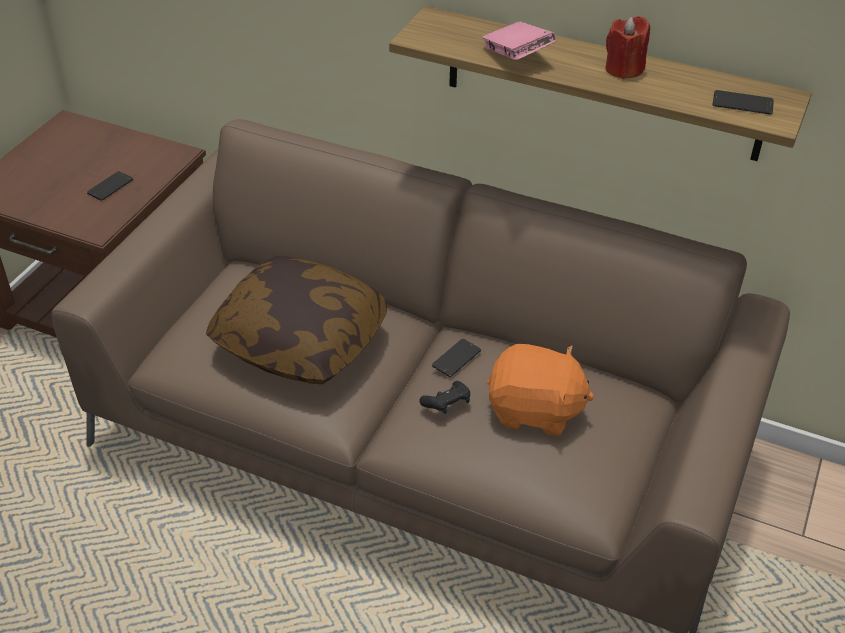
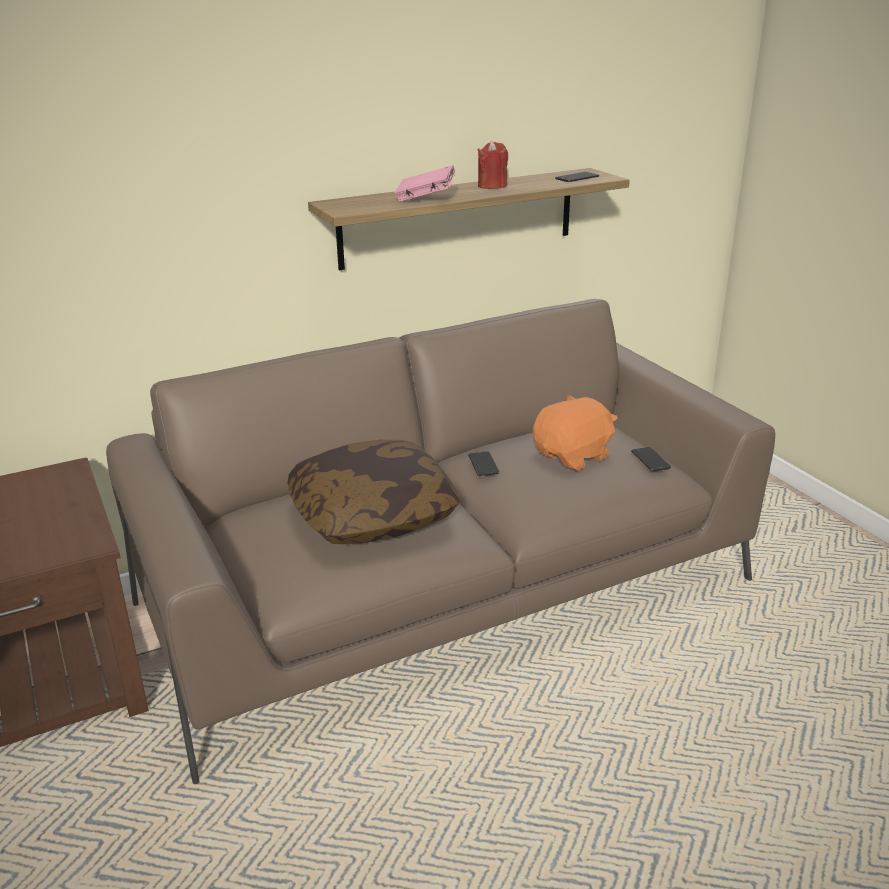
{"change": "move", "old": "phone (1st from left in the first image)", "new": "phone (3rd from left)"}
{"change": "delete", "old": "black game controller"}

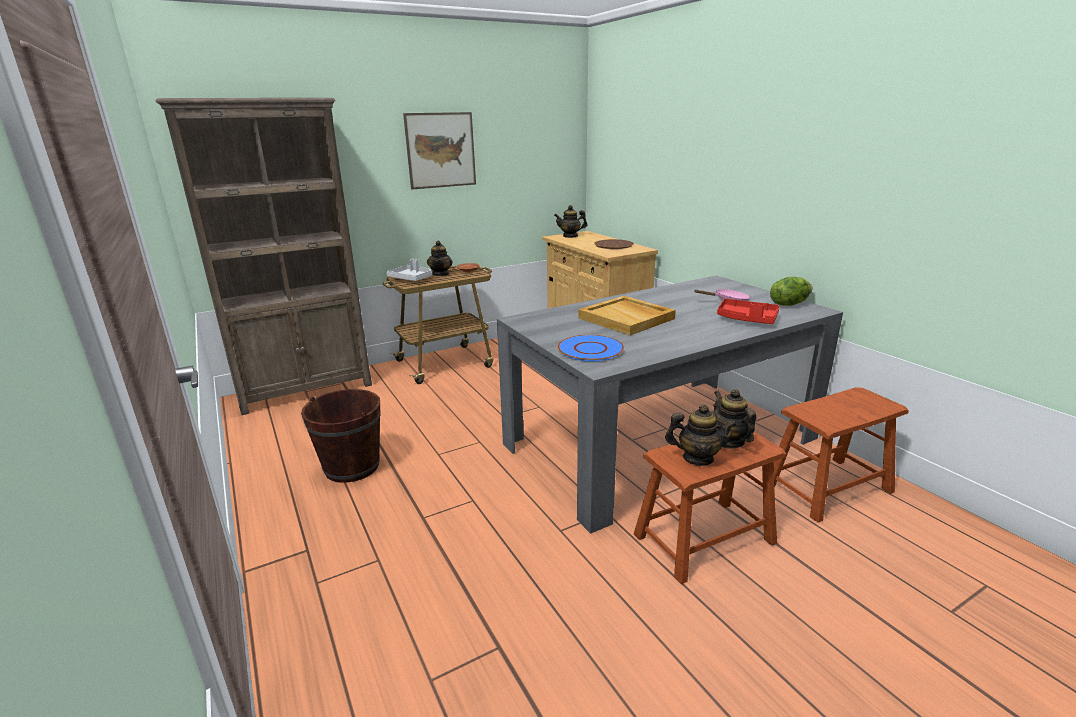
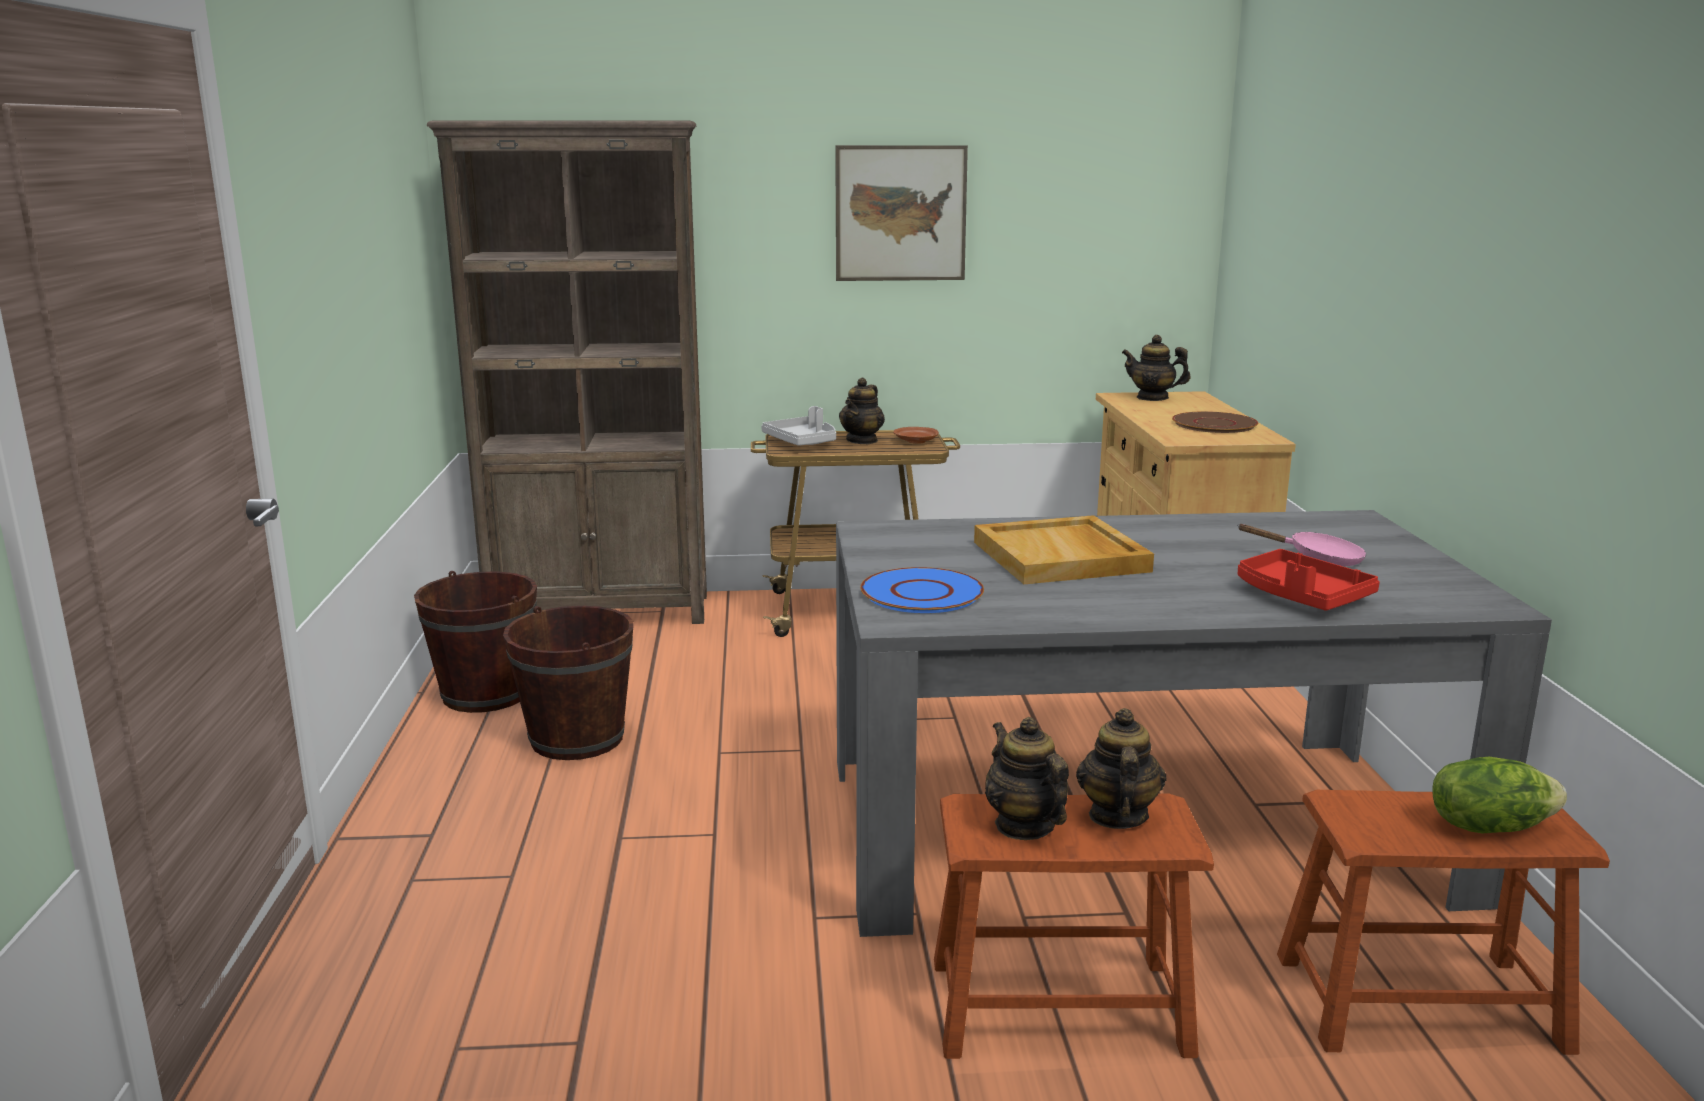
{"change": "rotate", "old": "teapot (3rd from left in the first image)", "degrees": -150}
{"change": "move", "old": "lettuce"}
{"change": "insert", "new": "brown bucket (1st from left)"}

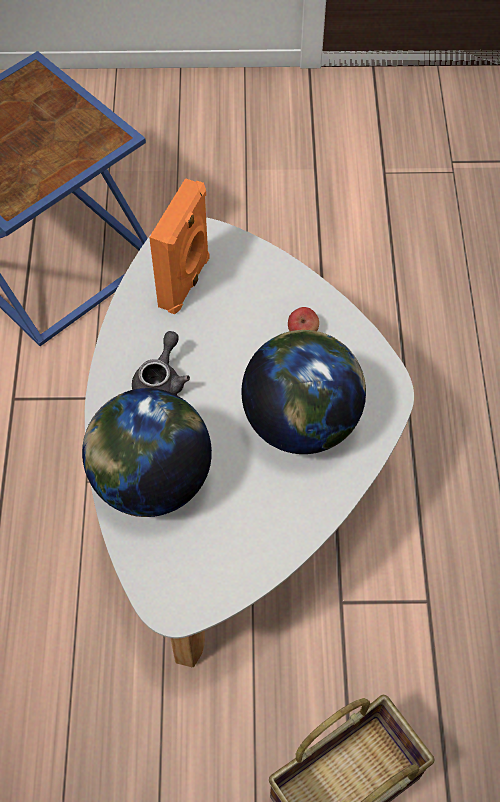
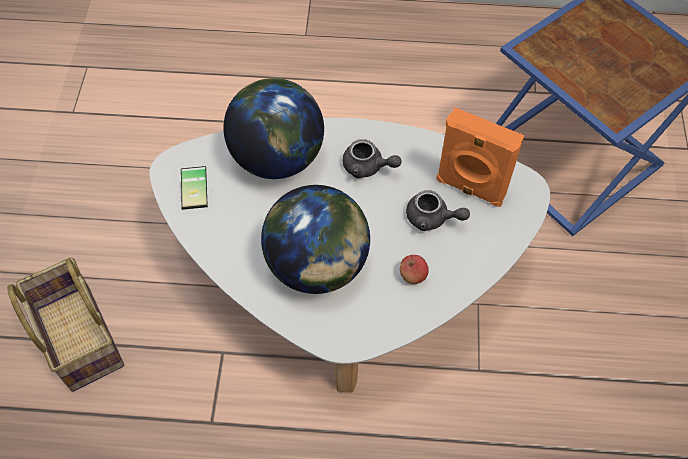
{"change": "insert", "new": "phone"}
{"change": "insert", "new": "grey teapot (2nd from left)"}

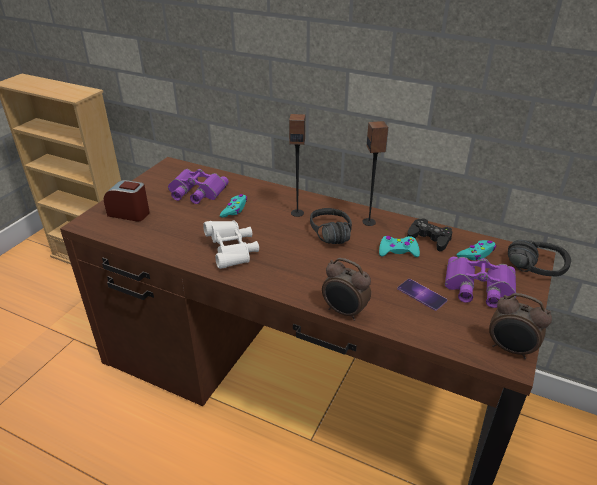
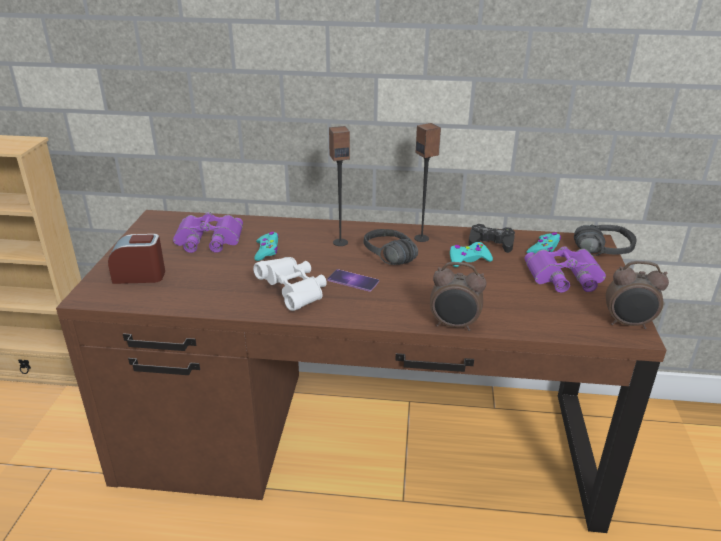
{"change": "move", "old": "phone"}

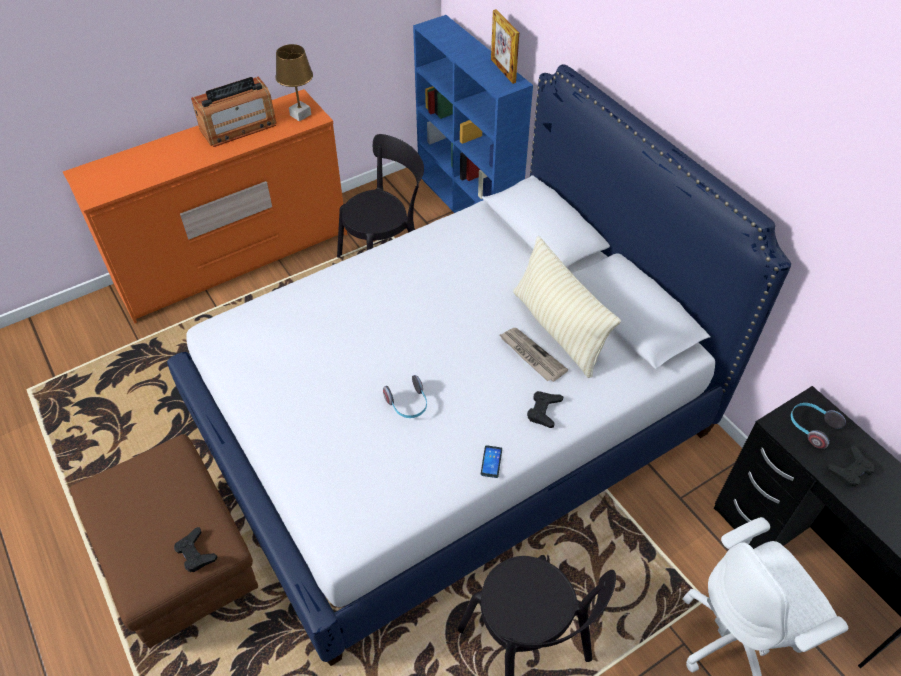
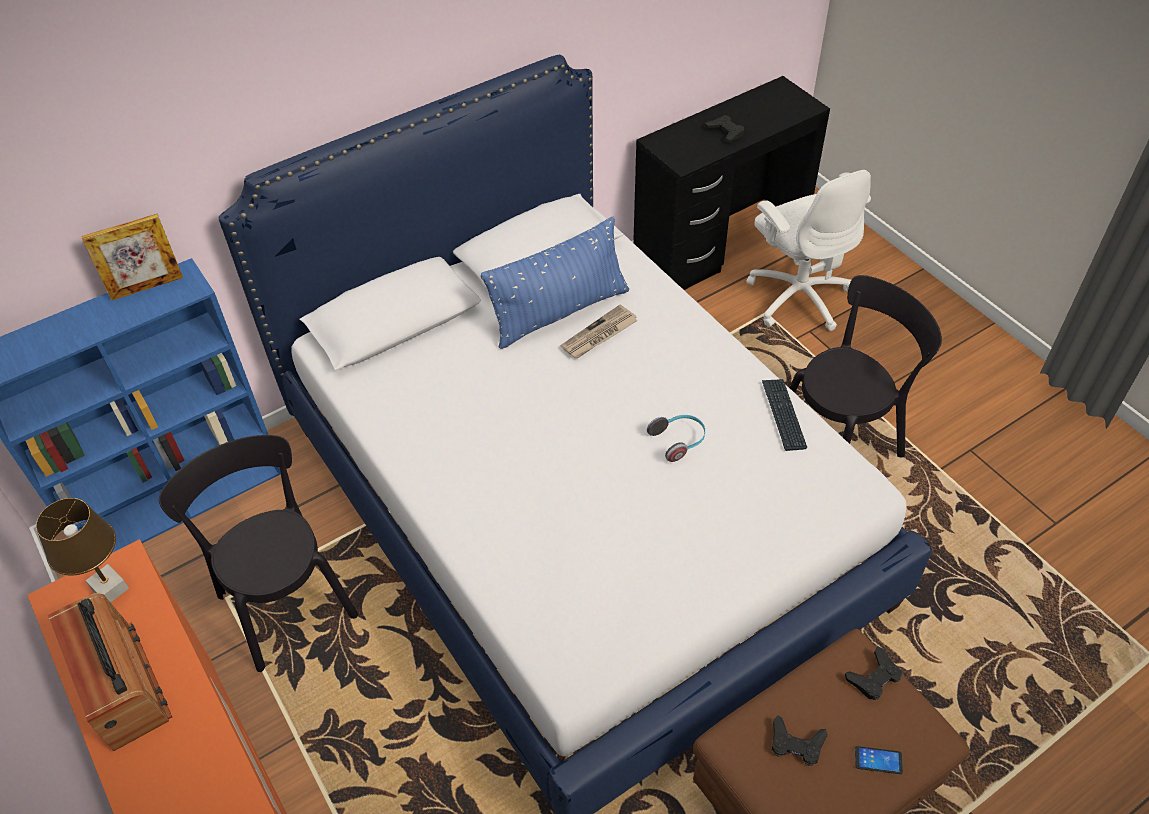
{"change": "move", "old": "phone"}
{"change": "recolor", "old": "beige pillow", "new": "blue pillow"}
{"change": "move", "old": "black game controller (2nd from left)"}
{"change": "delete", "old": "headphones (2nd from left)"}
{"change": "insert", "new": "keyboard"}

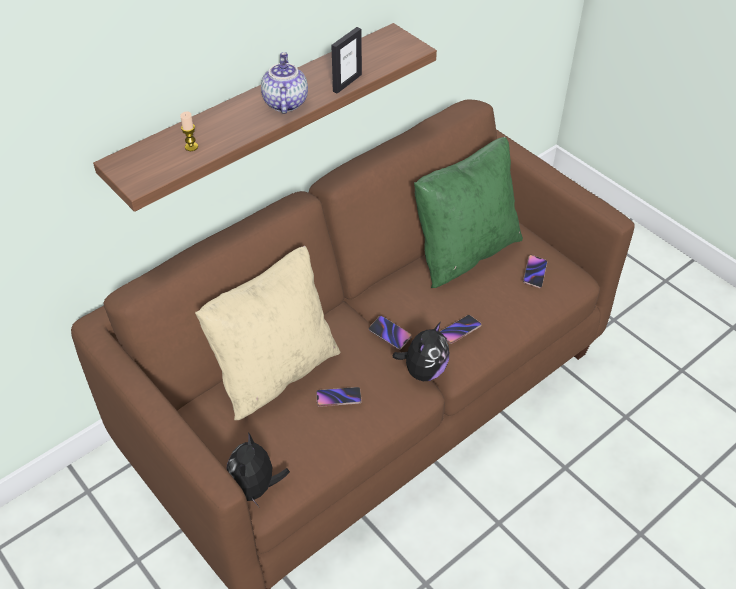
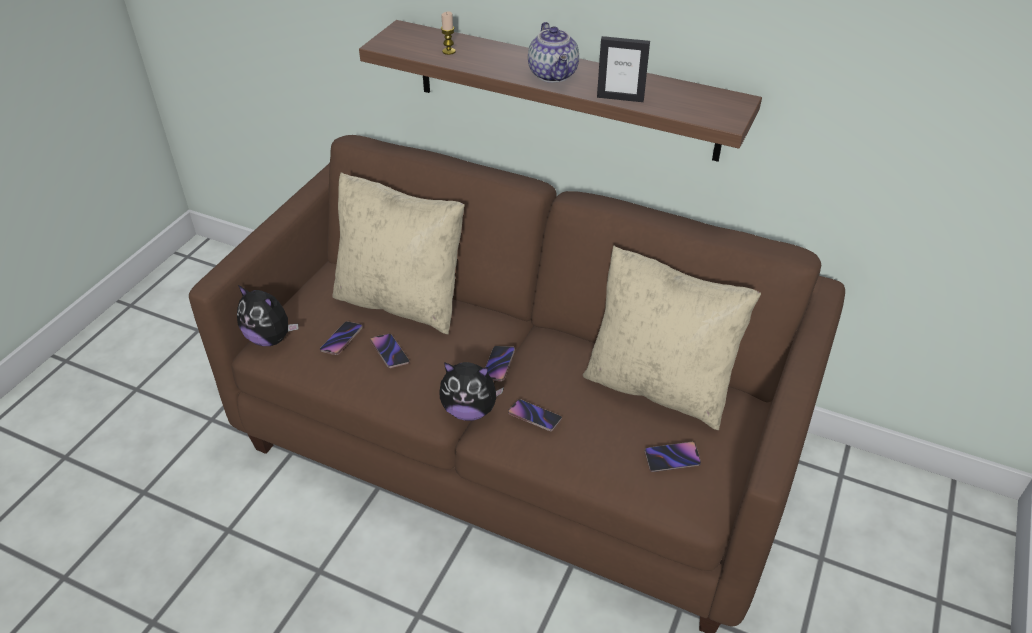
{"change": "rotate", "old": "plush toy (1st from left)", "degrees": -135}
{"change": "rotate", "old": "teapot", "degrees": 105}
{"change": "recolor", "old": "green pillow", "new": "beige pillow (2nd from left)"}
{"change": "insert", "new": "phone (1st from left)"}

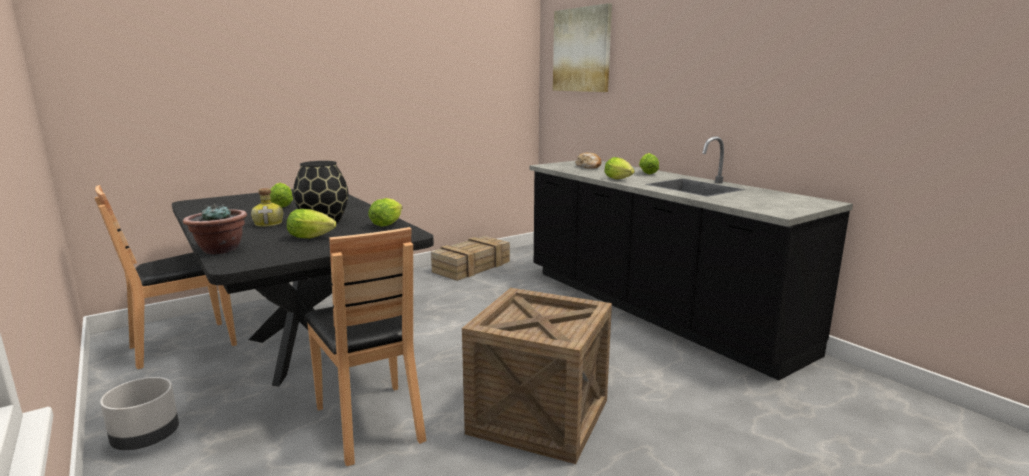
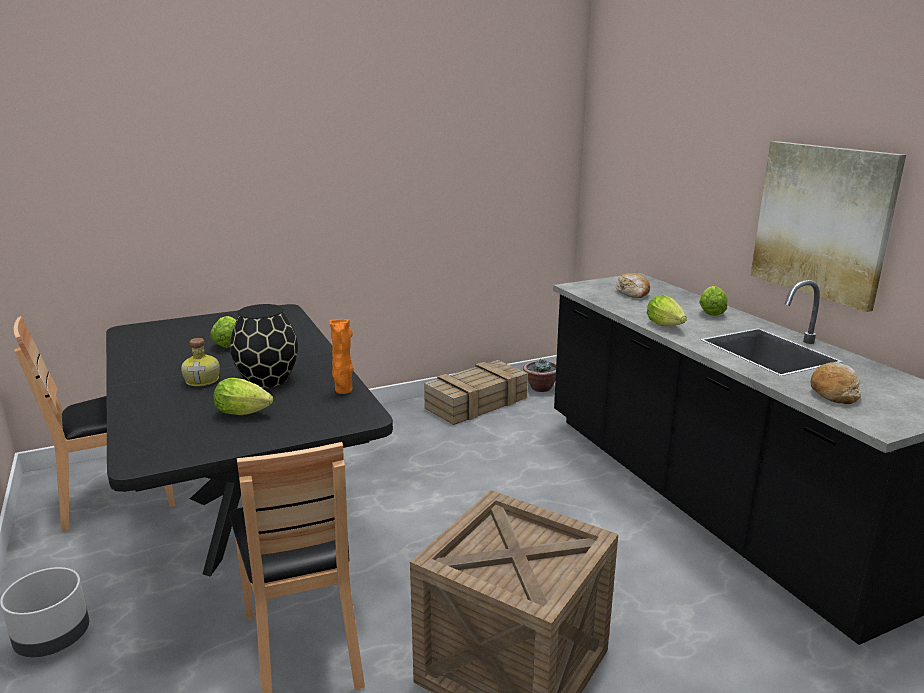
{"change": "move", "old": "potted plant"}
{"change": "replace", "old": "lettuce (3rd from left)", "new": "orange vase"}
{"change": "move", "old": "picture"}
{"change": "insert", "new": "bread (2nd from left)"}

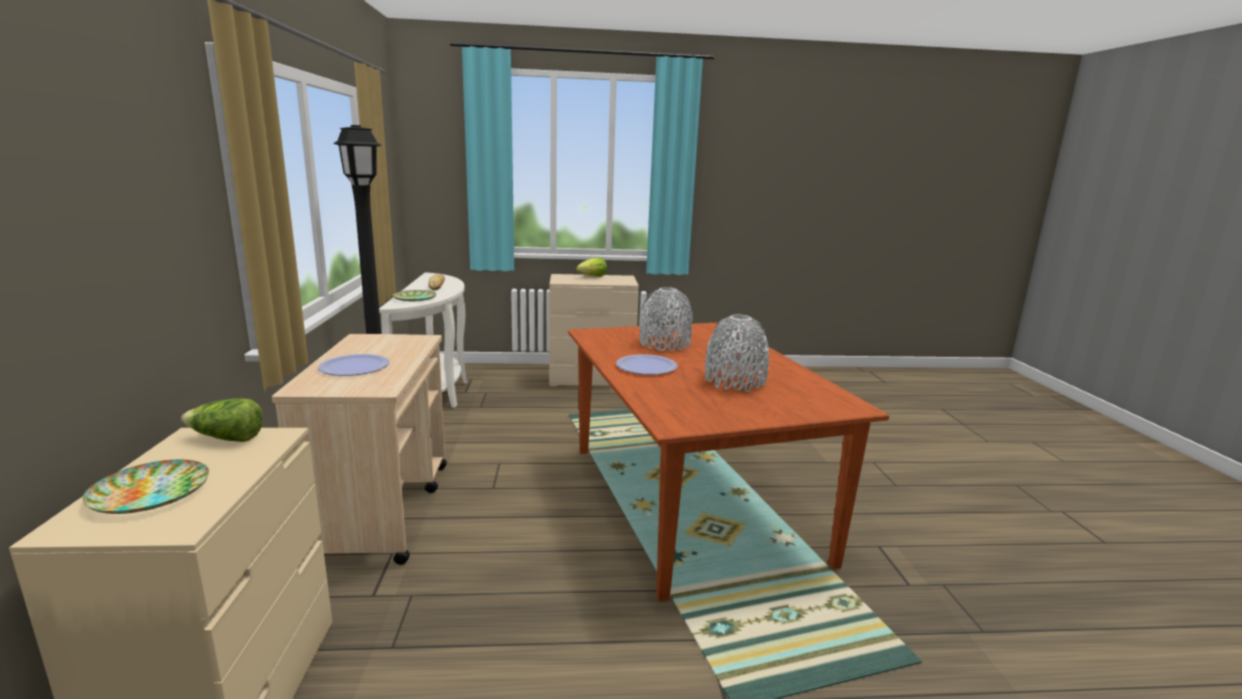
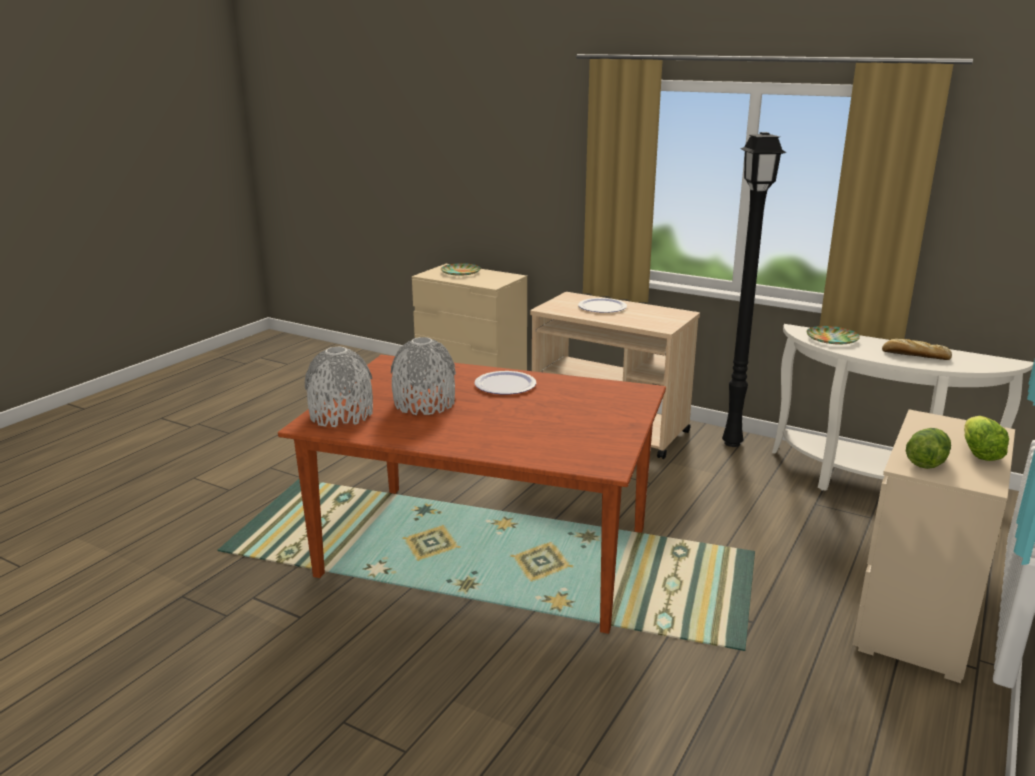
{"change": "move", "old": "lettuce (1st from left)"}
{"change": "move", "old": "grey vase (1st from left)"}

